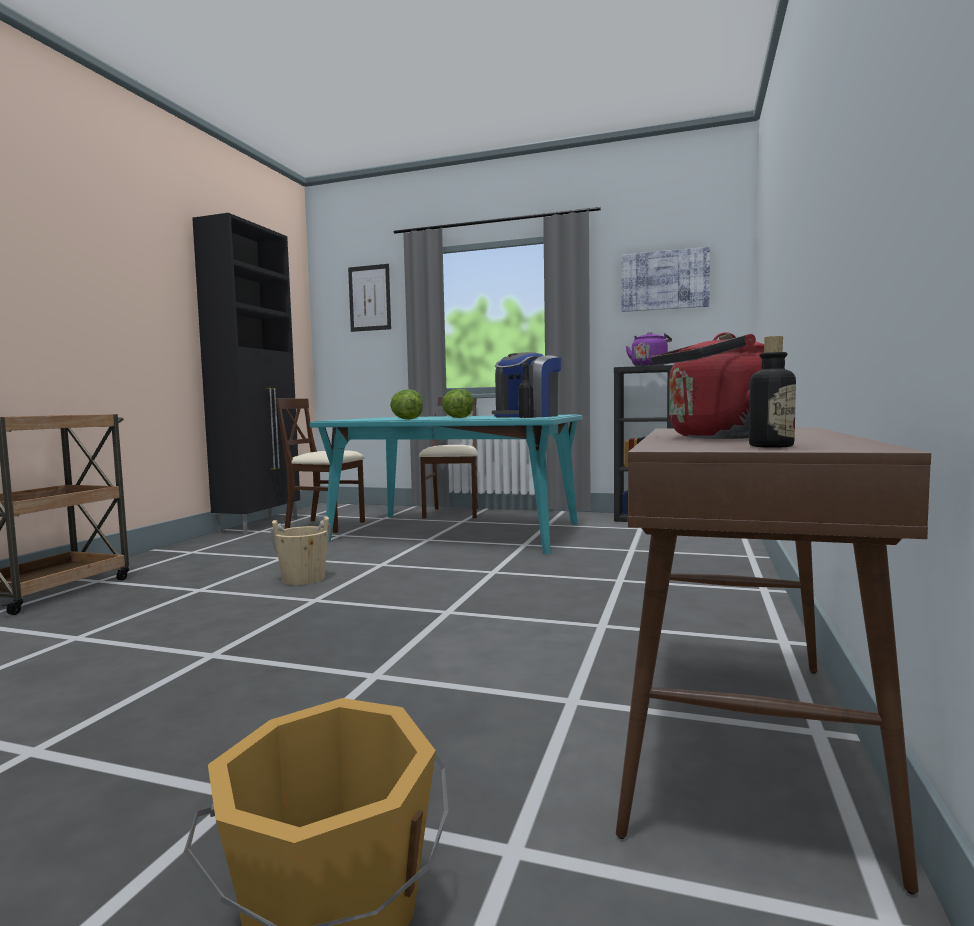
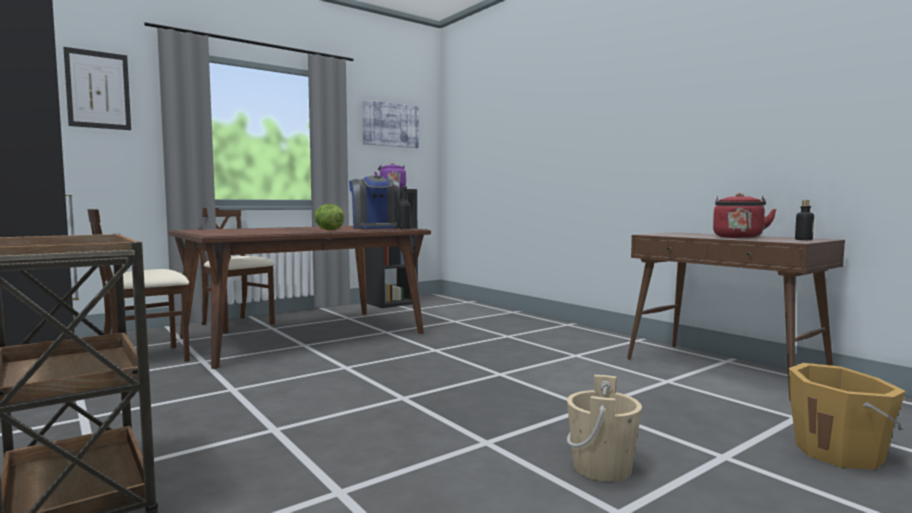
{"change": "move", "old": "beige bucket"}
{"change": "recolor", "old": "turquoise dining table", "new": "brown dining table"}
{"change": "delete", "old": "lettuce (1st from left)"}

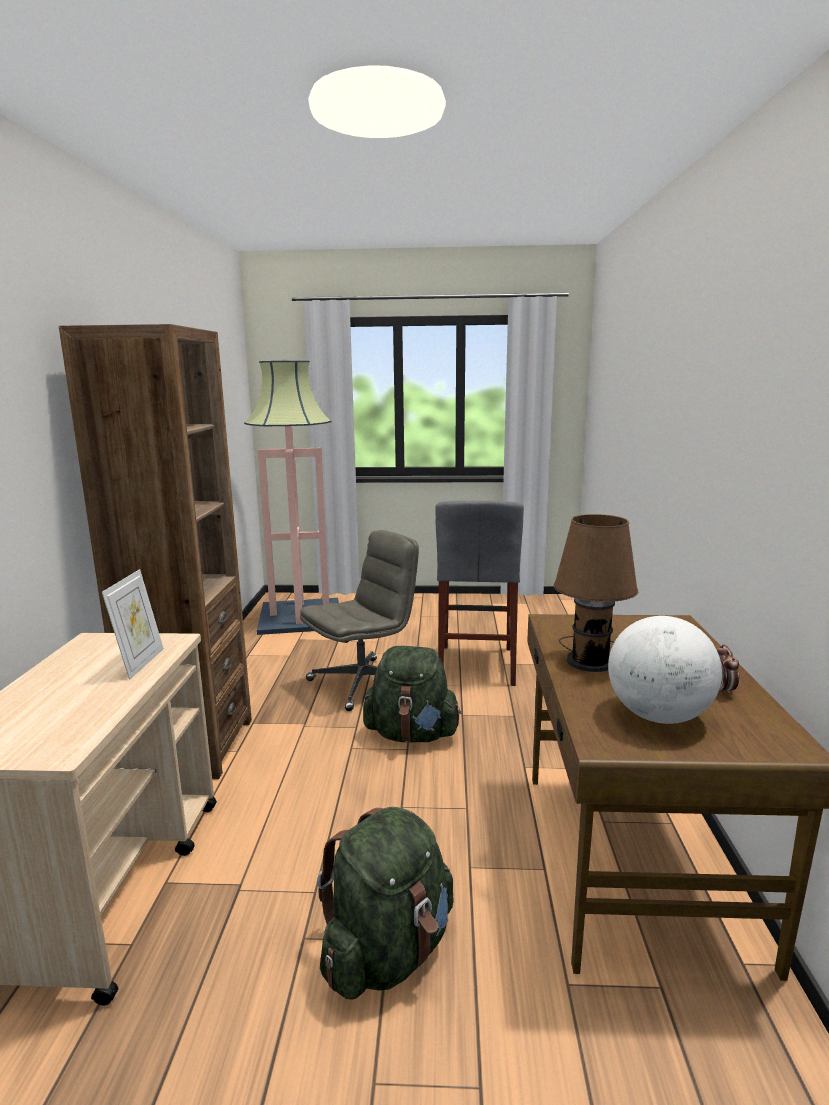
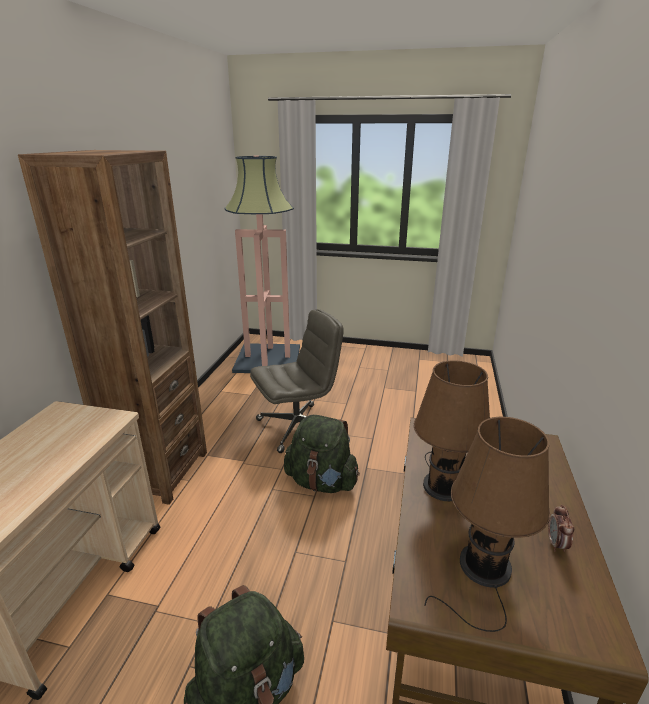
{"change": "delete", "old": "picture frame"}
{"change": "delete", "old": "grey stool"}
{"change": "replace", "old": "globe", "new": "brown table lamp (2nd from left)"}

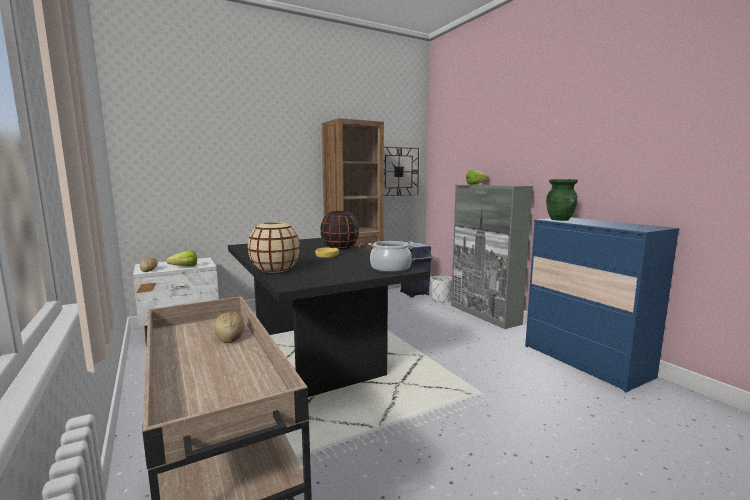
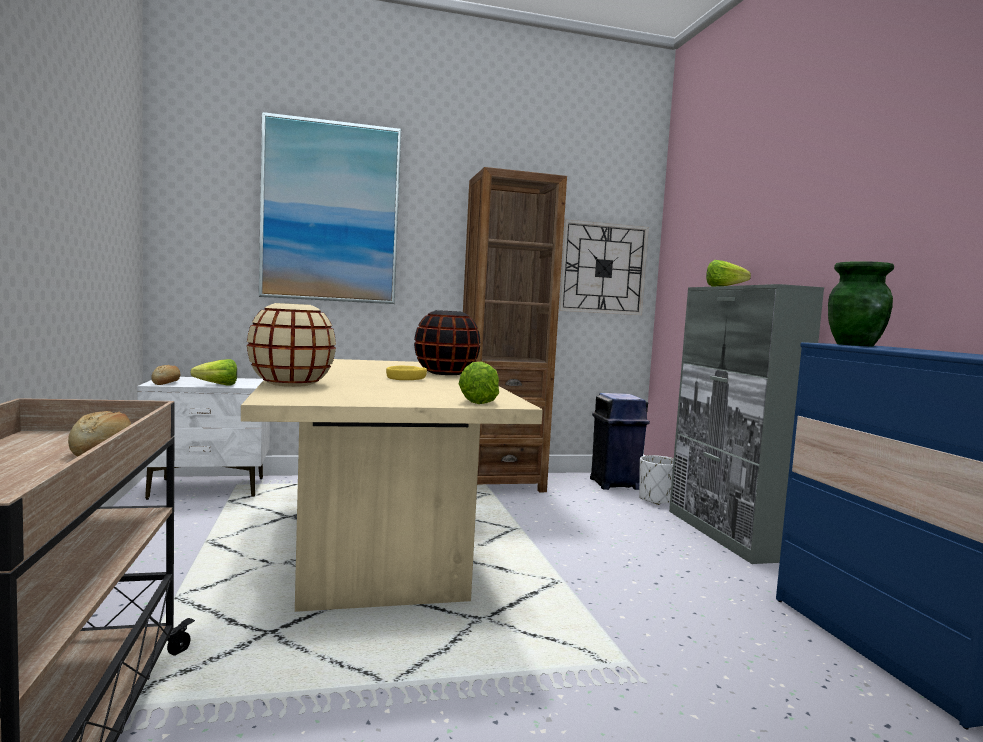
{"change": "recolor", "old": "black dining table", "new": "beige dining table"}
{"change": "replace", "old": "cooking pot", "new": "lettuce (2nd from left)"}
{"change": "insert", "new": "picture"}

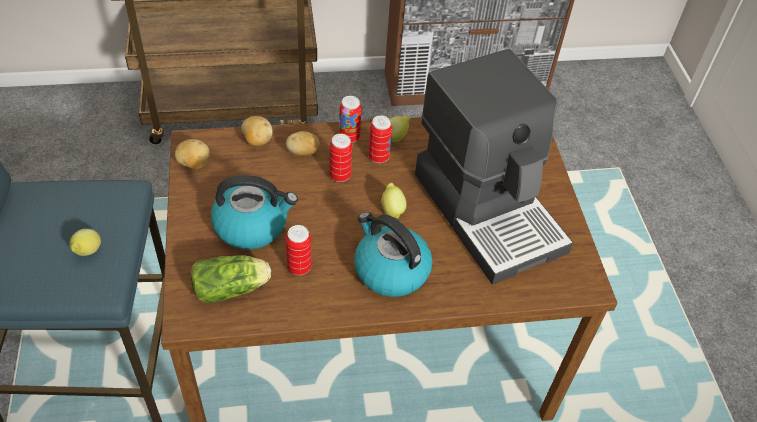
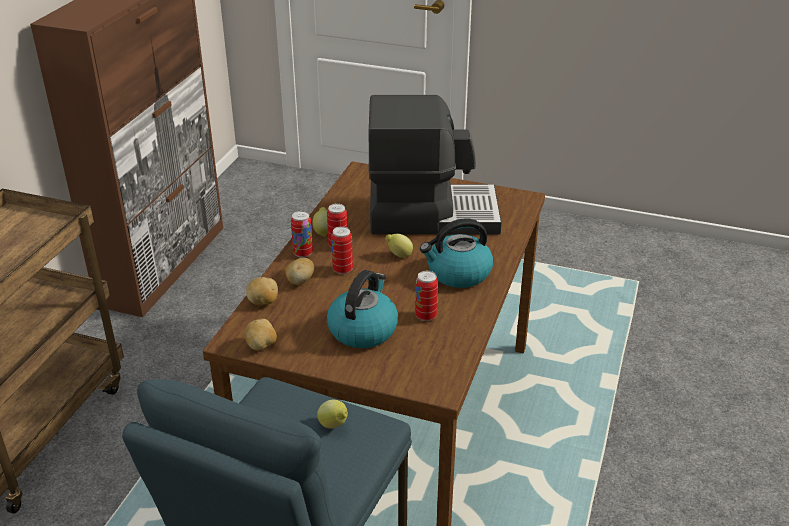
{"change": "delete", "old": "lettuce"}

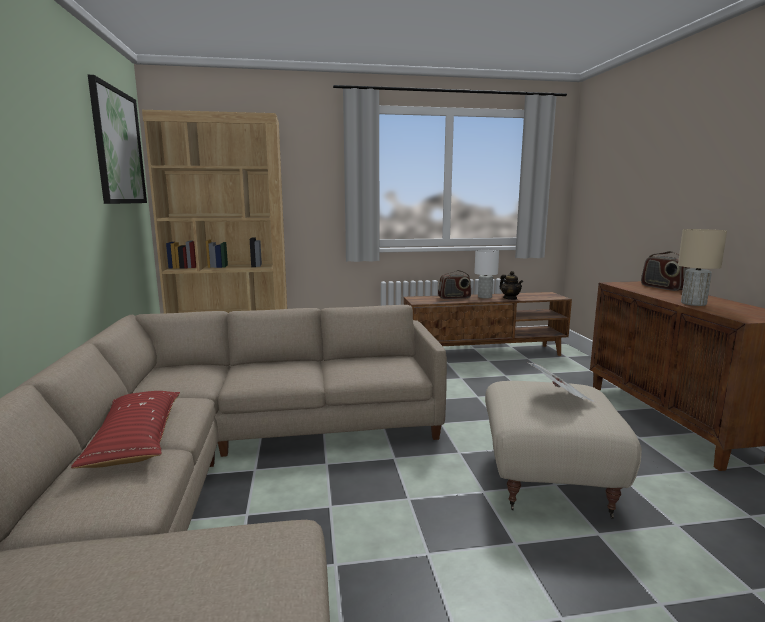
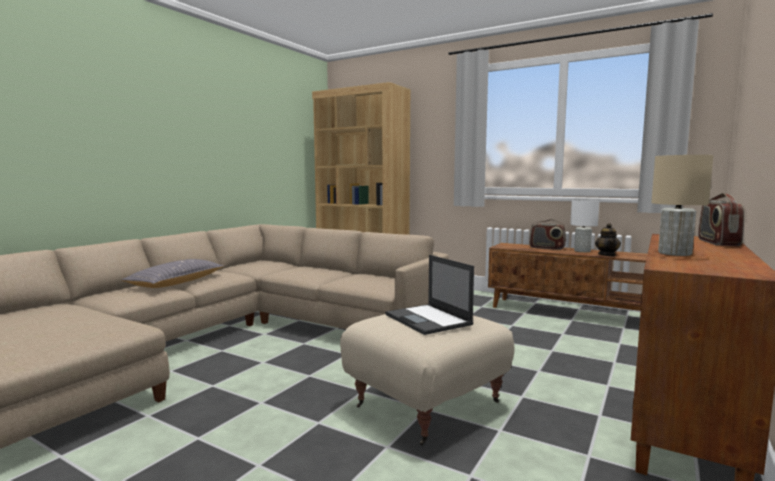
{"change": "recolor", "old": "red pillow", "new": "grey pillow"}
{"change": "delete", "old": "picture"}
{"change": "replace", "old": "newspaper", "new": "laptop"}

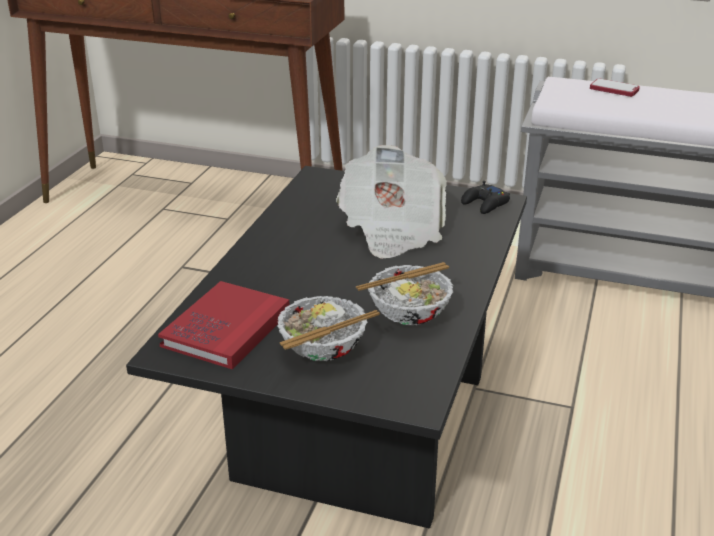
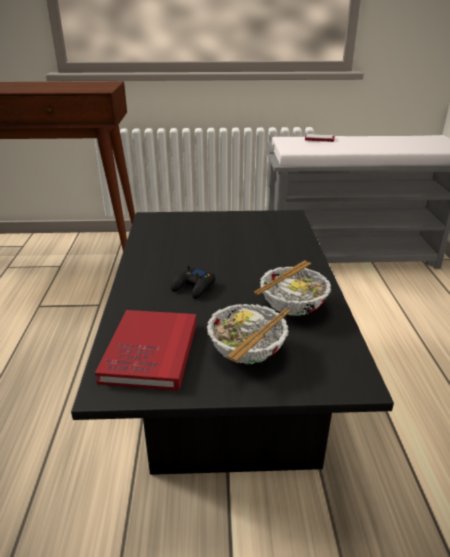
{"change": "delete", "old": "newspaper"}
{"change": "move", "old": "black game controller"}

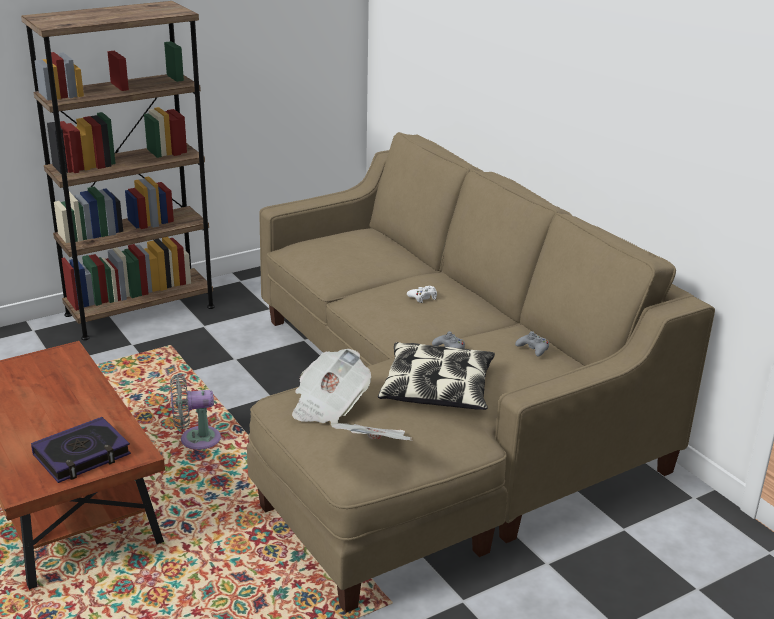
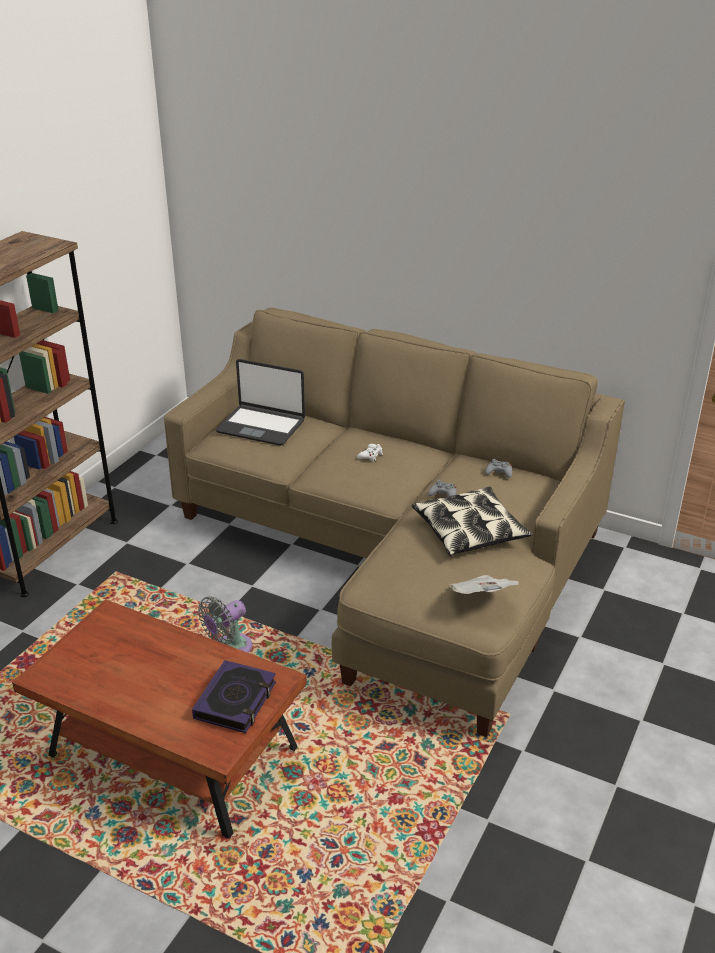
{"change": "delete", "old": "newspaper (1st from left)"}
{"change": "insert", "new": "laptop"}

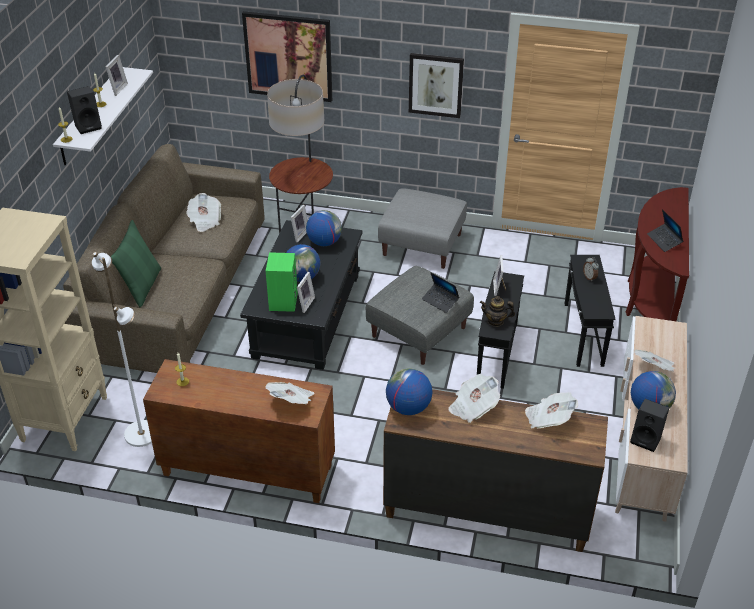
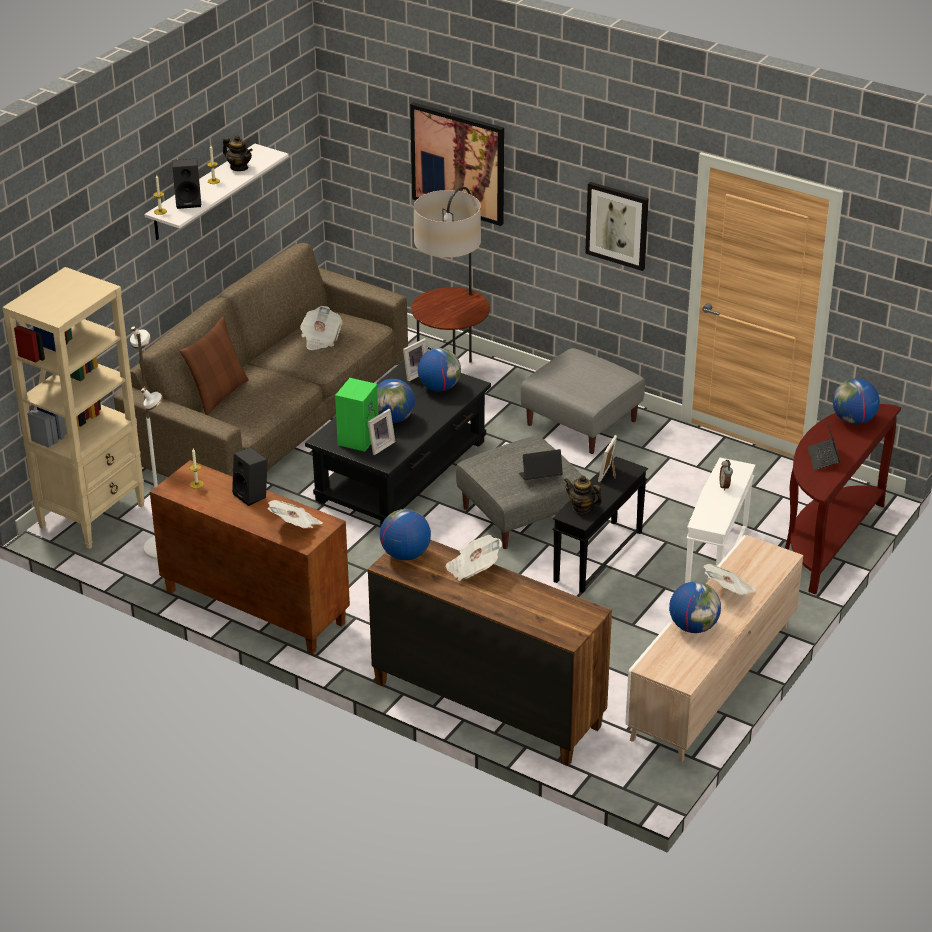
{"change": "replace", "old": "picture frame (1st from left)", "new": "teapot (1st from left)"}
{"change": "recolor", "old": "green pillow", "new": "brown pillow"}
{"change": "rotate", "old": "laptop (1st from left)", "degrees": 105}
{"change": "delete", "old": "newspaper (4th from left)"}
{"change": "recolor", "old": "black side table (2nd from left)", "new": "white side table"}
{"change": "move", "old": "black speaker (2nd from left)"}
{"change": "insert", "new": "globe (5th from left)"}

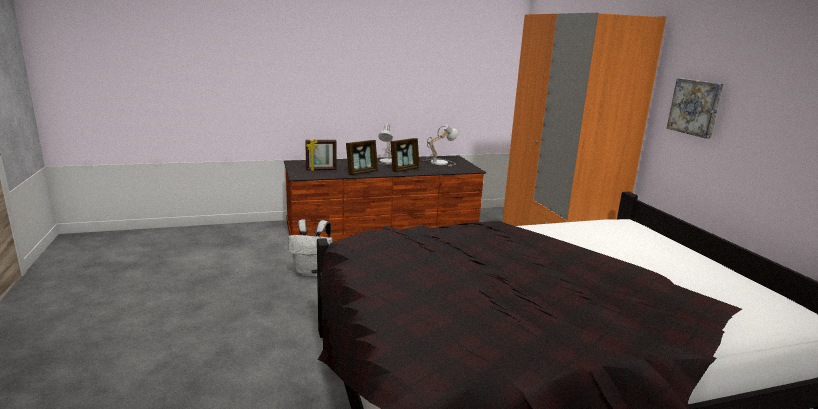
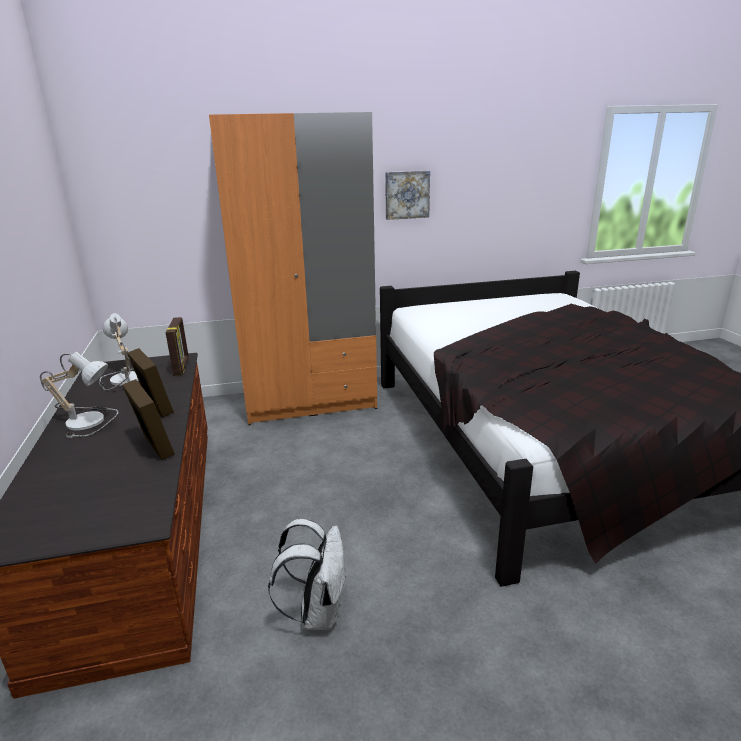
{"change": "move", "old": "picture frame (1st from left in the first image)", "new": "picture frame (3rd from left)"}

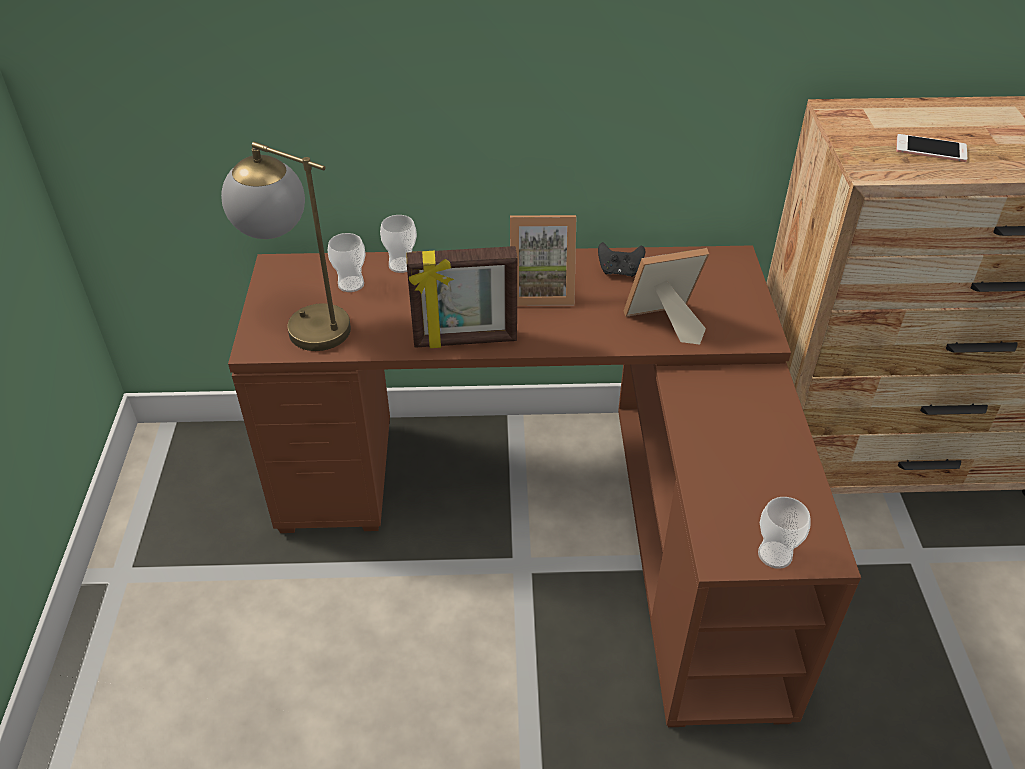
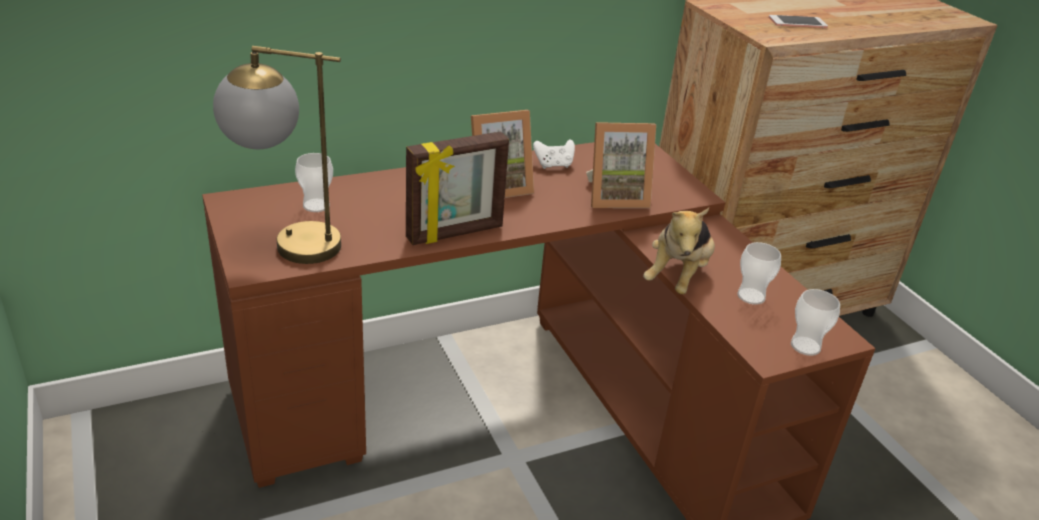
{"change": "move", "old": "cup (2nd from left)"}
{"change": "recolor", "old": "black game controller", "new": "white game controller"}
{"change": "rotate", "old": "picture frame (3rd from left)", "degrees": -150}
{"change": "insert", "new": "plush toy"}

